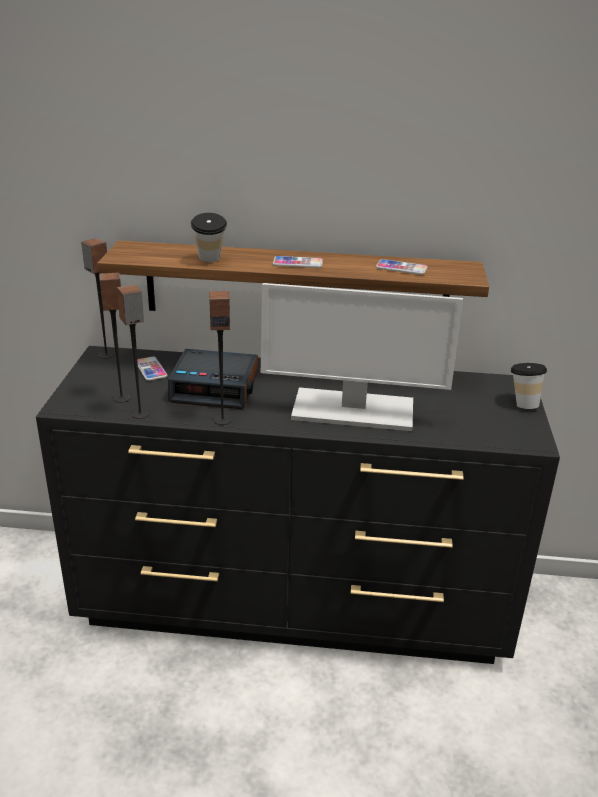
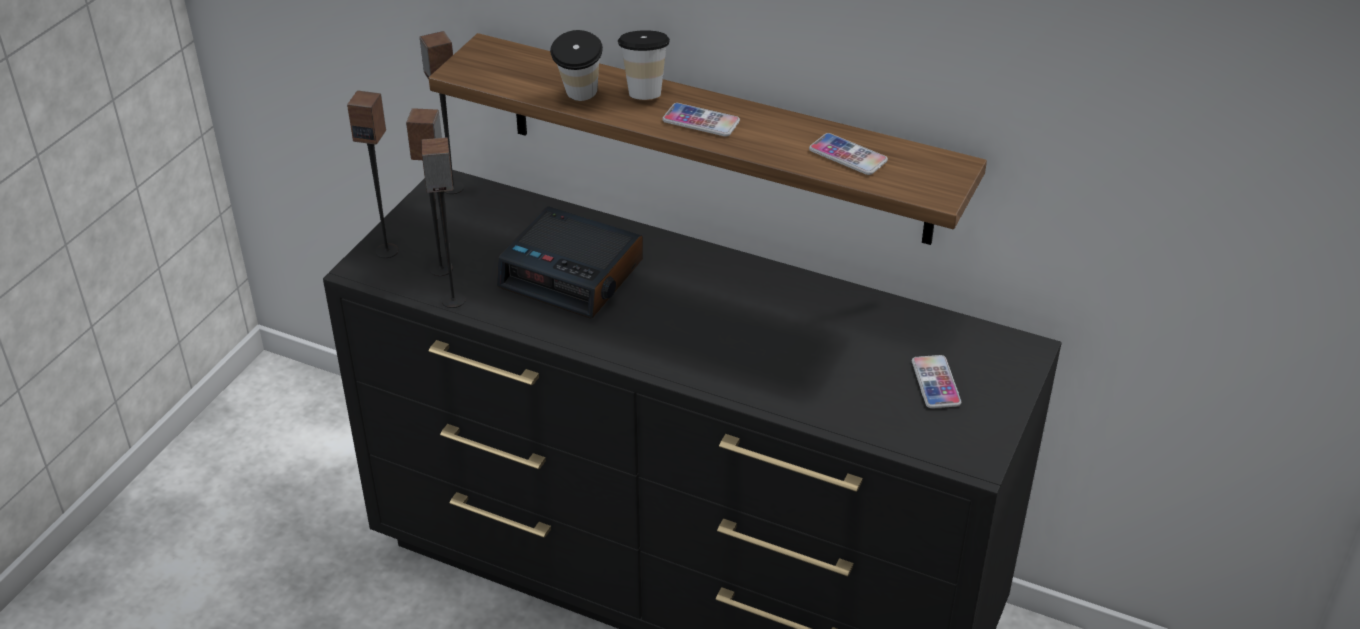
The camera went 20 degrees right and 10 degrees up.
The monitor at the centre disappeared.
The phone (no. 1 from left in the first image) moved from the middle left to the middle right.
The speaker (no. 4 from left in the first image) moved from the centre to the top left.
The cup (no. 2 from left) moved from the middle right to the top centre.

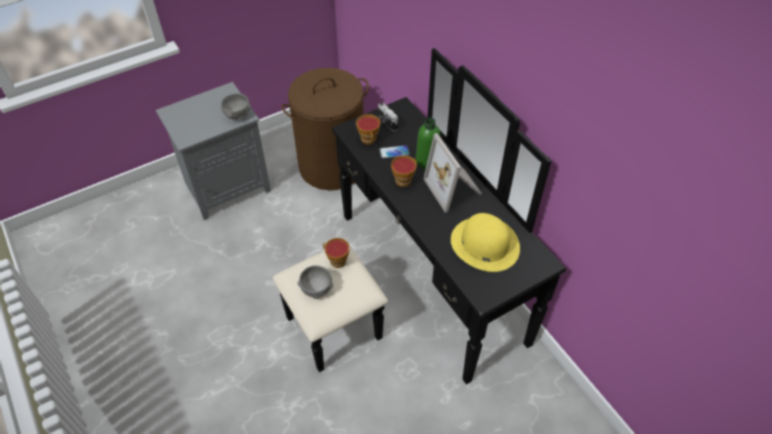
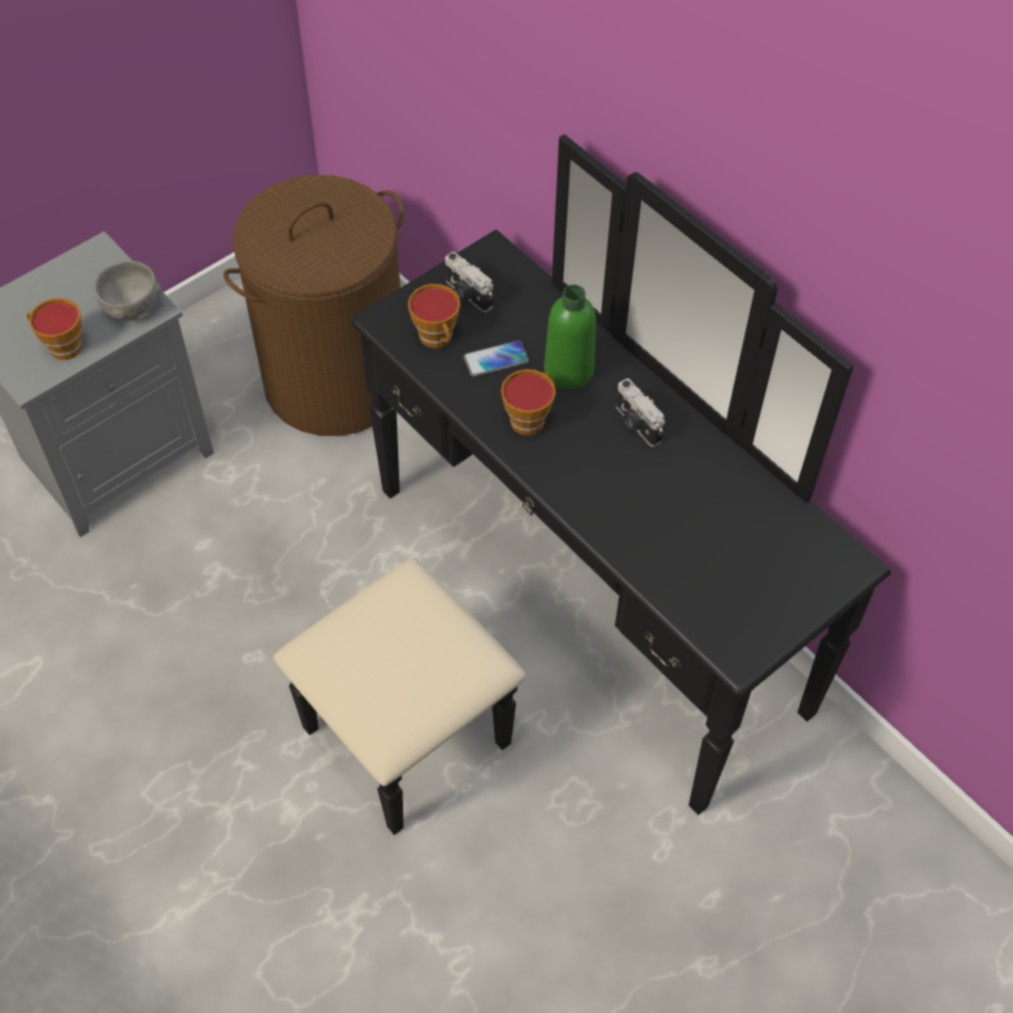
The camera went 10 degrees left and 5 degrees up.
The bowl/grey (no. 2 from left) at the centre disappeared.
The hat/yellow at the centre disappeared.
The cup (no. 1 from left) moved from the centre to the top left.
The picture frame at the centre was replaced by the photo camera (no. 2 from left) at the centre.

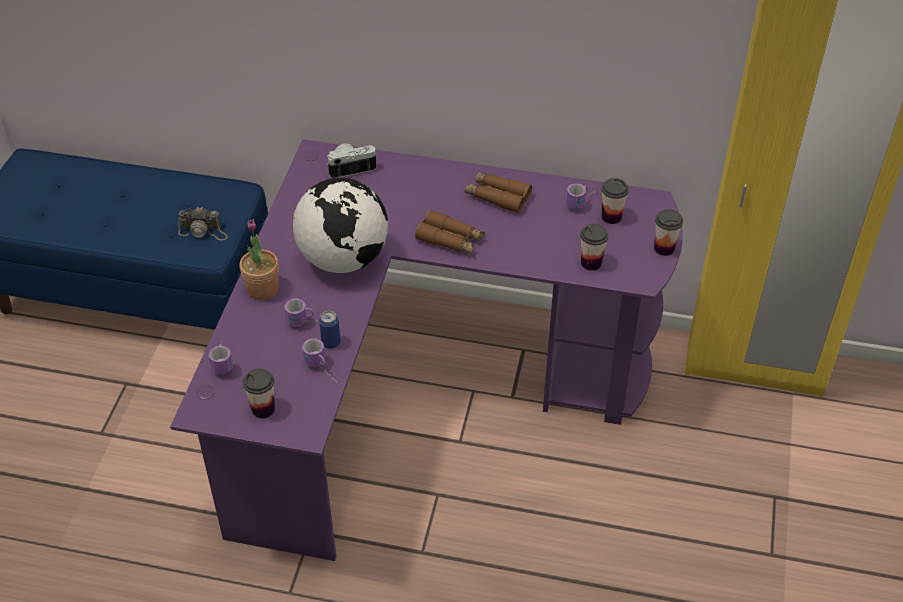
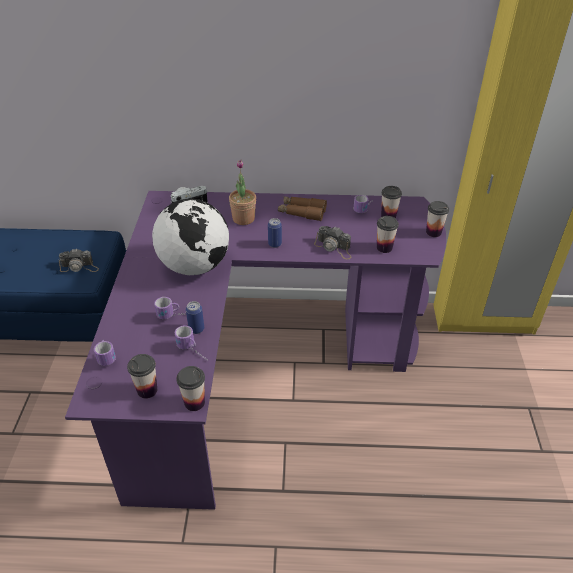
The camera went 10 degrees left and 5 degrees down.
The cup (no. 2 from left) at the bottom left appeared.
The photo camera (no. 3 from left) at the centre appeared.
The potted plant moved from the middle left to the centre.
The binoculars/brown (no. 1 from left) at the centre was replaced by the can (no. 2 from left) at the centre.

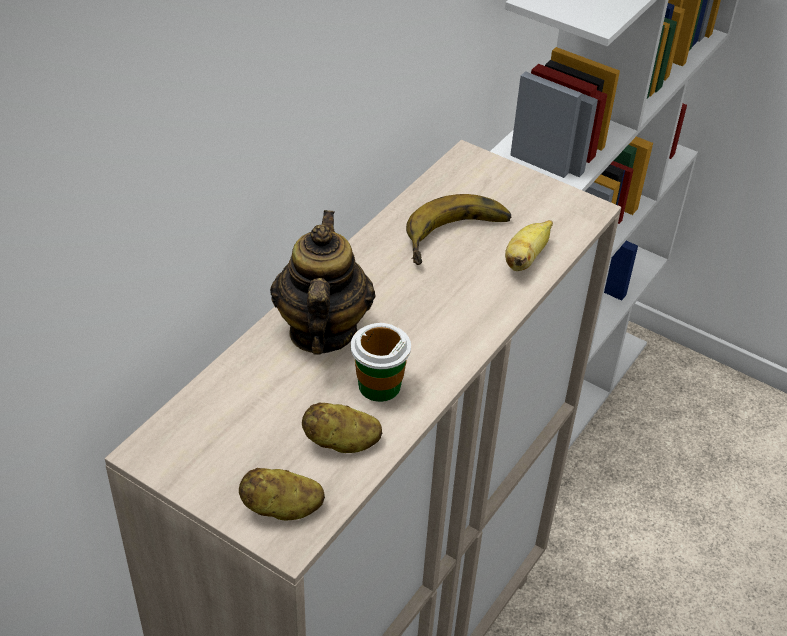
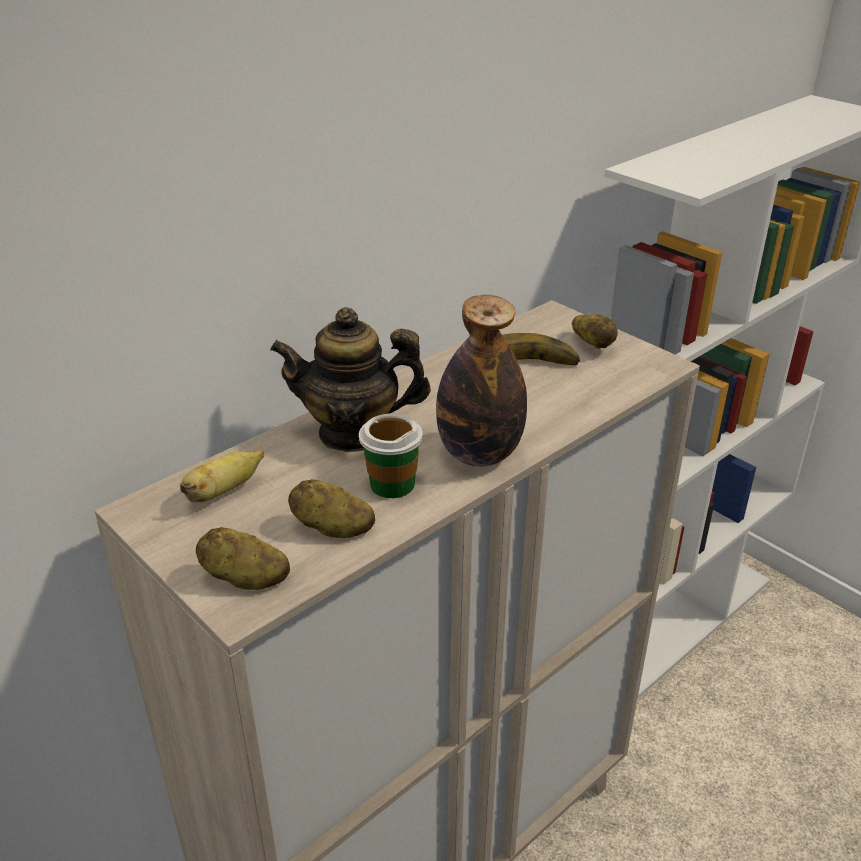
The camera went 15 degrees right and 10 degrees down.
The bottle at the centre appeared.
The potato (no. 3 from left) at the middle right appeared.
The banana (no. 2 from left in the first image) moved from the middle right to the middle left.
The teapot at the centre turned 105 degrees counterclockwise.

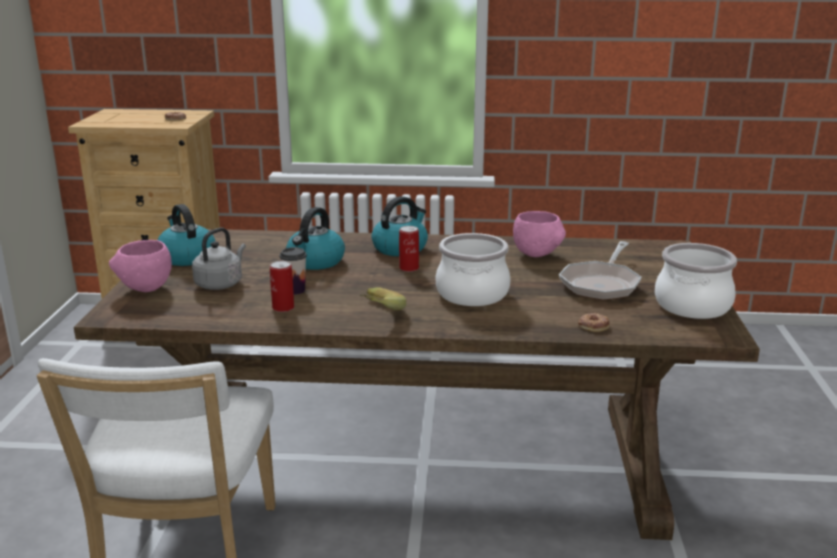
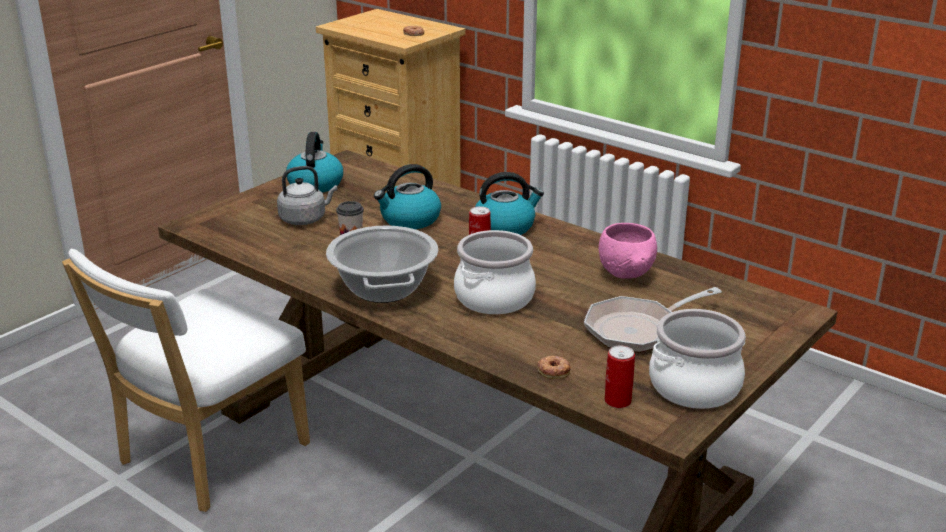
The camera went 35 degrees right and 5 degrees up.
The bowl/pink (no. 1 from left) at the middle left disappeared.
The can (no. 1 from left in the first image) moved from the centre to the bottom centre.
The banana at the centre was replaced by the cooking pot (no. 1 from left) at the centre.

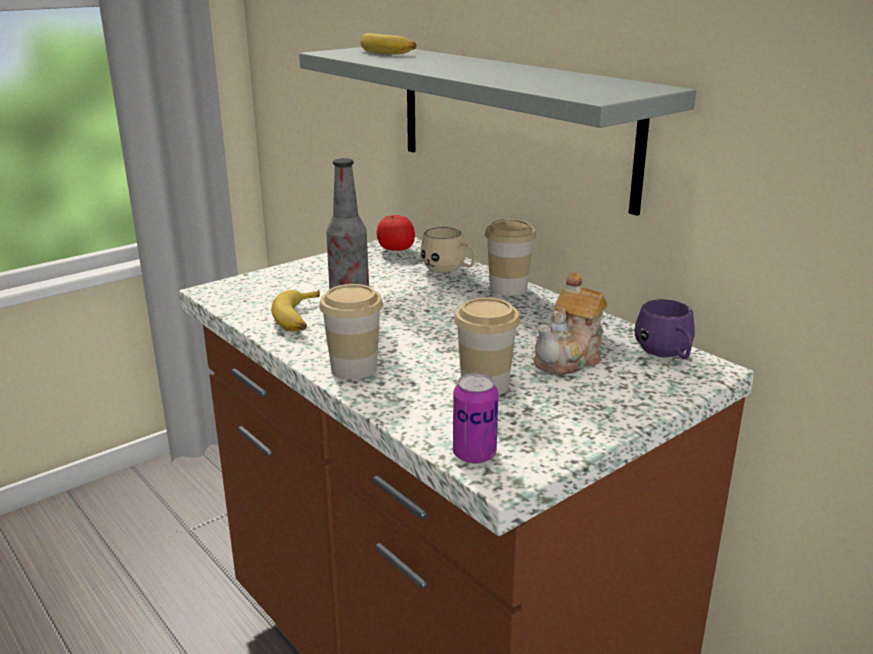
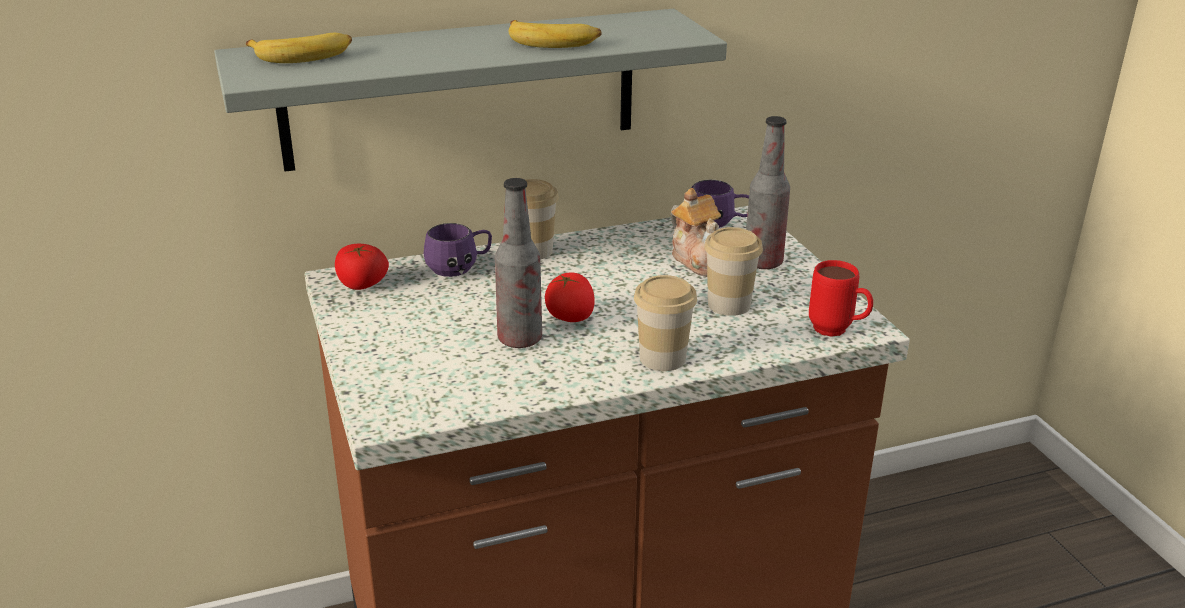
The camera went 70 degrees left and 5 degrees up.
The tomato (no. 2 from left) at the centre appeared.
The bottle (no. 2 from left) at the top centre appeared.
The banana (no. 1 from left in the first image) moved from the centre to the top centre.
The can at the centre was replaced by the mug/red at the middle right.
The mug/beige at the centre became the mug/purple (no. 1 from left) at the centre.

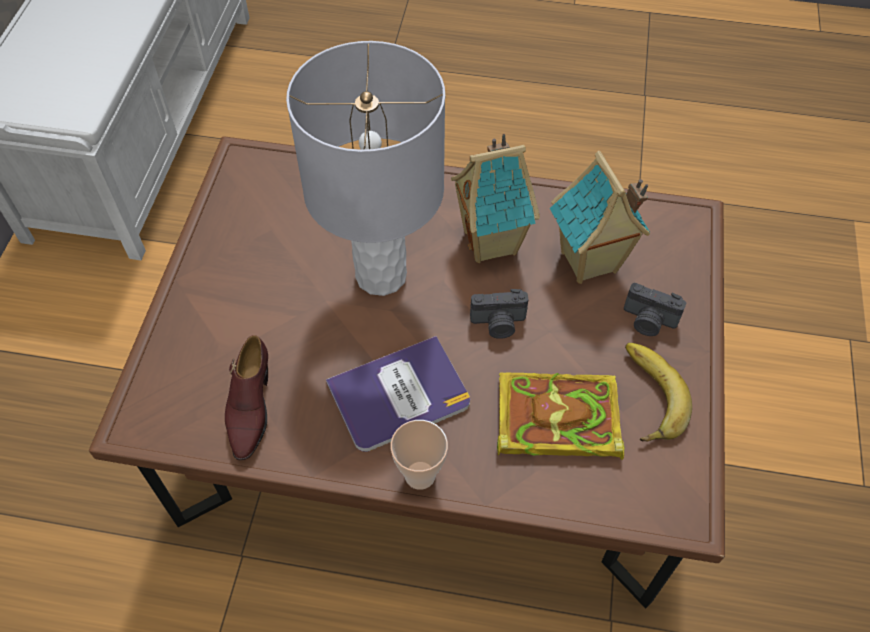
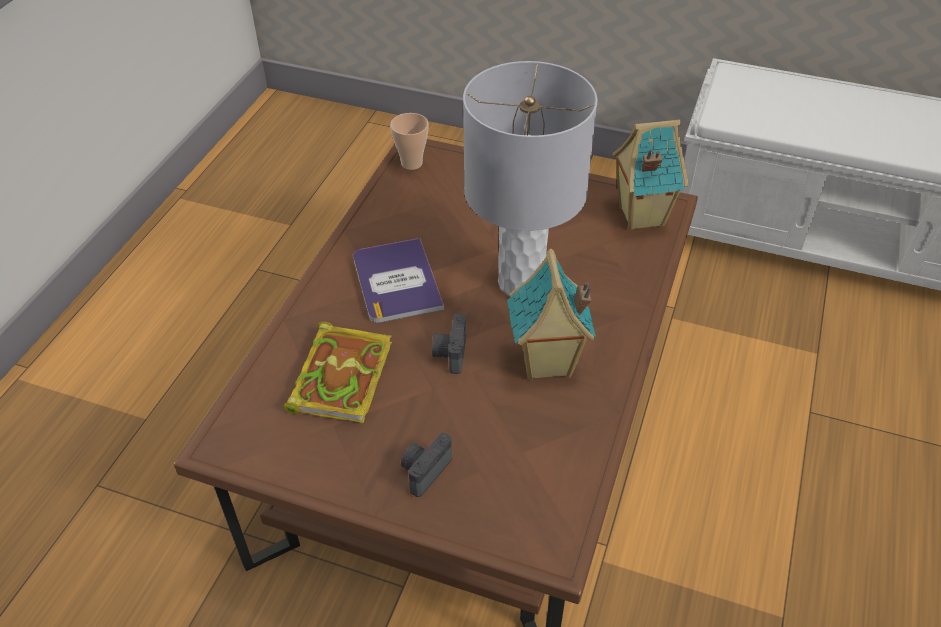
The camera went 100 degrees right and 10 degrees down.
The shoe/brown at the middle left disappeared.
The banana at the middle right disappeared.
The cup moved from the bottom centre to the top centre.
The toy house (no. 2 from left) moved from the middle right to the top right.

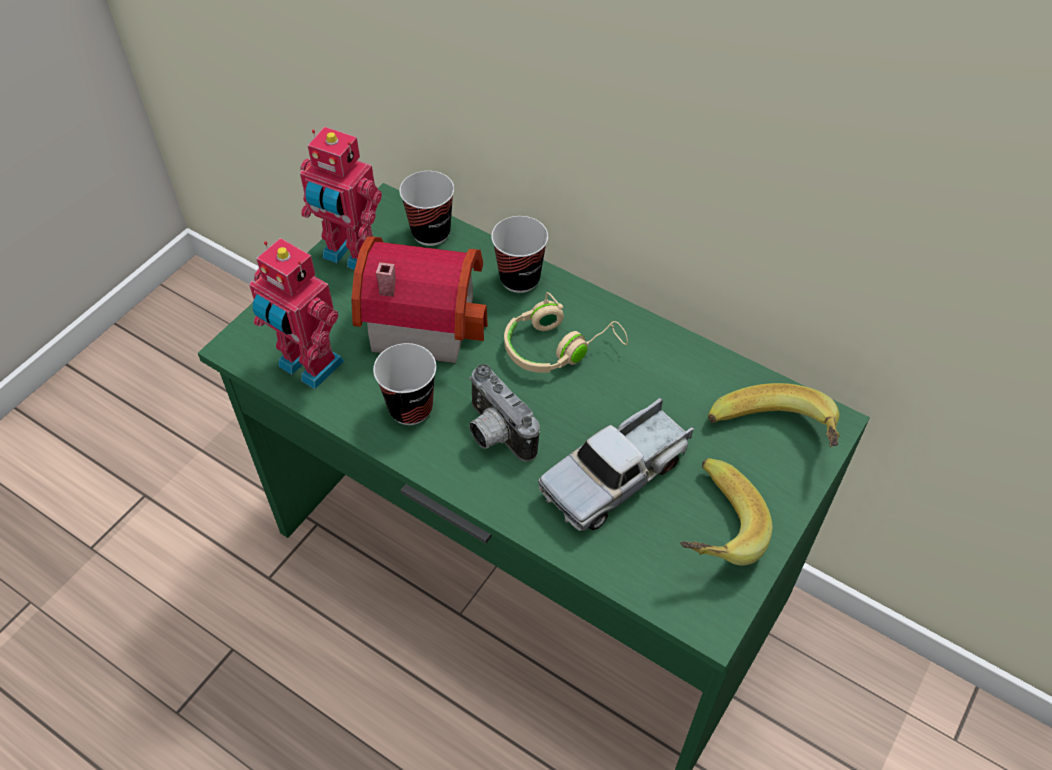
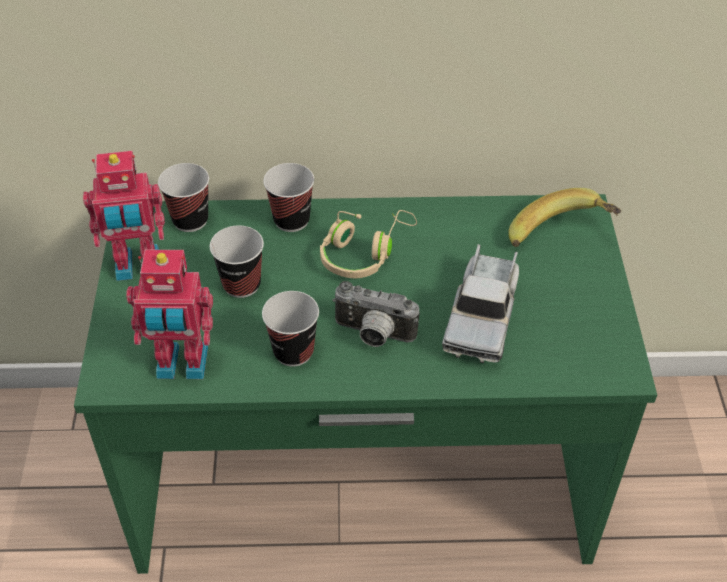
The camera went 35 degrees left and 5 degrees down.
The banana (no. 1 from left) at the middle right disappeared.
The toy house at the centre was replaced by the cup (no. 2 from left) at the middle left.

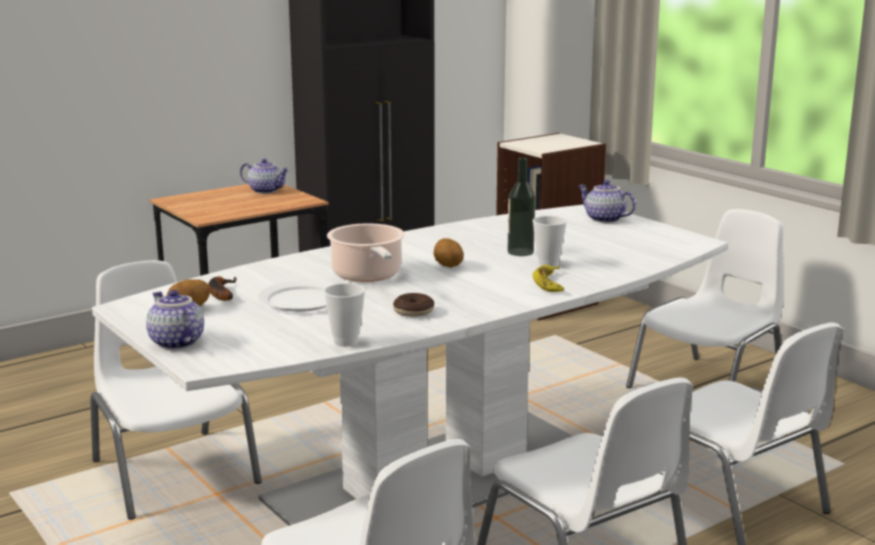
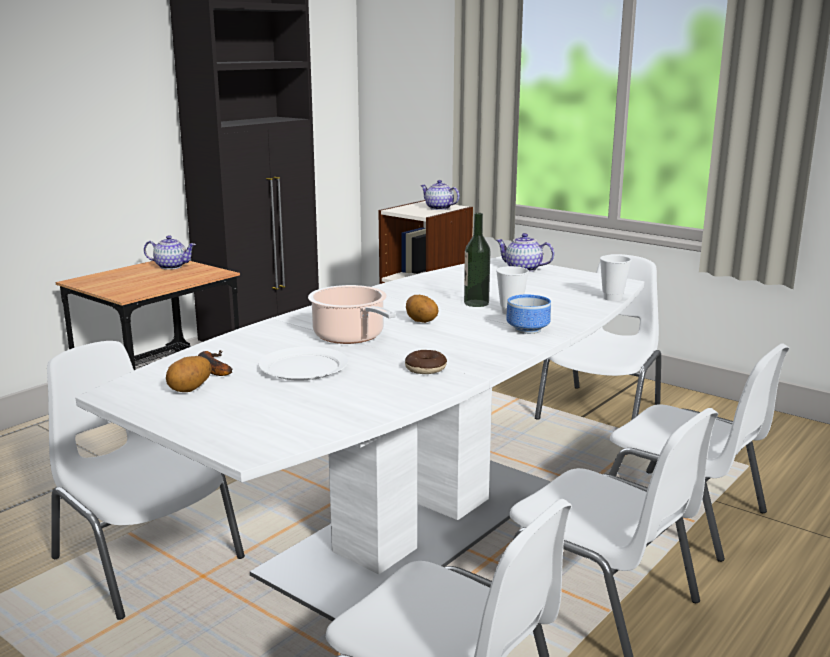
The camera went 15 degrees left and 0 degrees up.
The teapot (no. 1 from left in the first image) moved from the middle left to the top centre.
The cup (no. 1 from left in the first image) moved from the centre to the middle right.
The banana (no. 2 from left) at the centre was replaced by the bowl at the centre.

